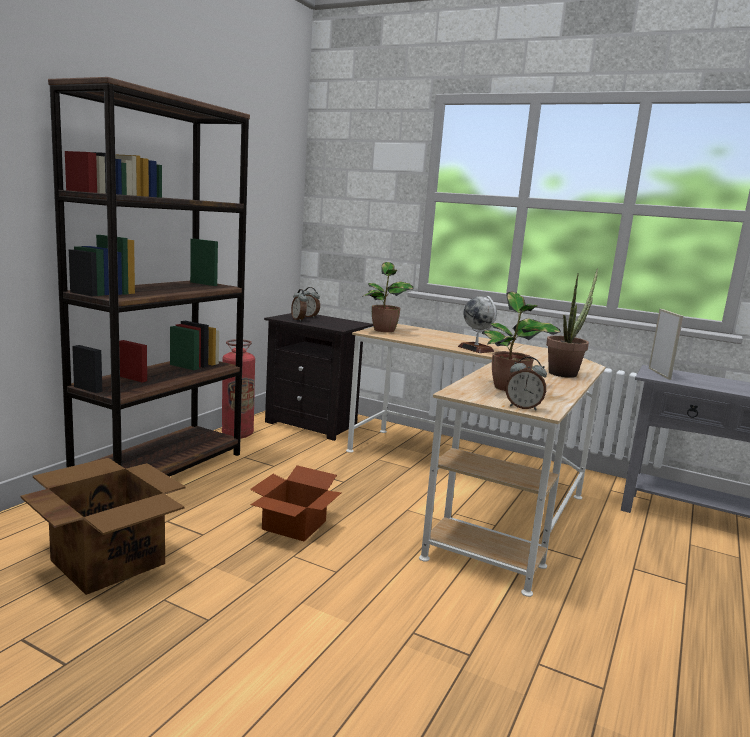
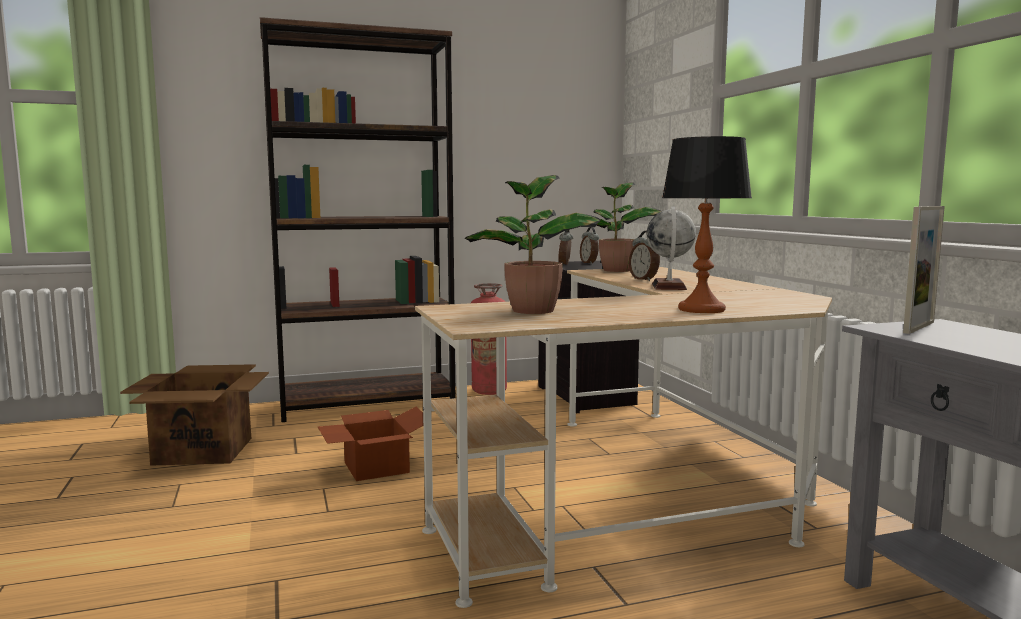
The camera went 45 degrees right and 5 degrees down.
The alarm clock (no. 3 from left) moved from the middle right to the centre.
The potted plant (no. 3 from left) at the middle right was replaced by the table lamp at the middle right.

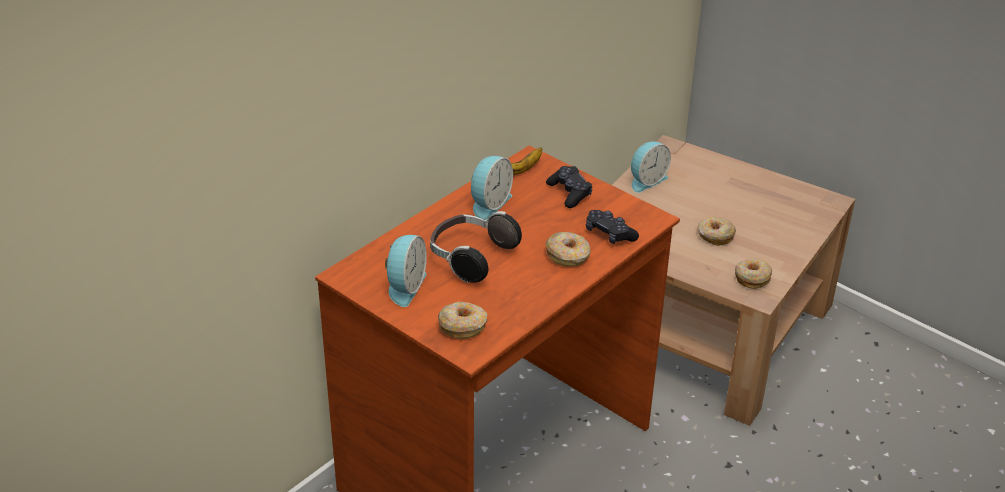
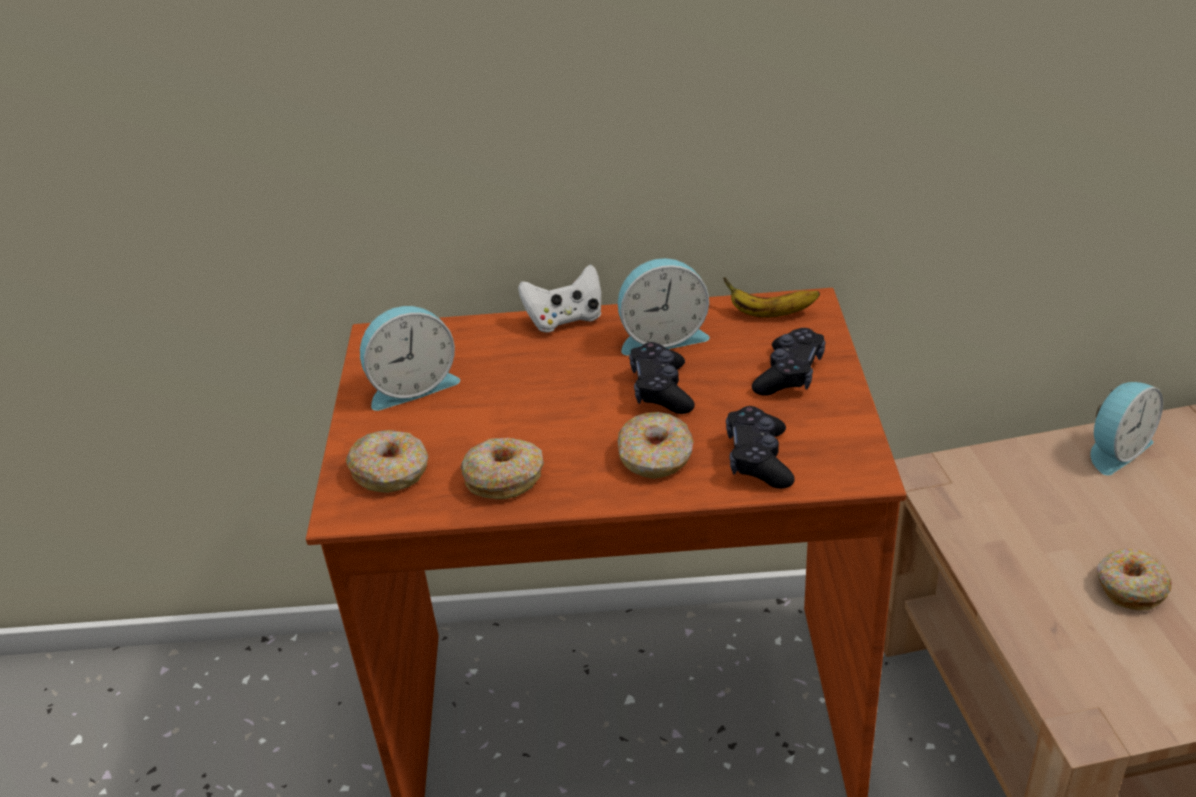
The camera went 50 degrees right and 0 degrees up.
The headphones at the centre disappeared.
The game controller/white at the centre appeared.
The game controller/black (no. 1 from left) at the centre appeared.
The donut (no. 4 from left in the first image) moved from the middle right to the centre.
The alarm clock (no. 3 from left) at the centre turned 45 degrees counterclockwise.

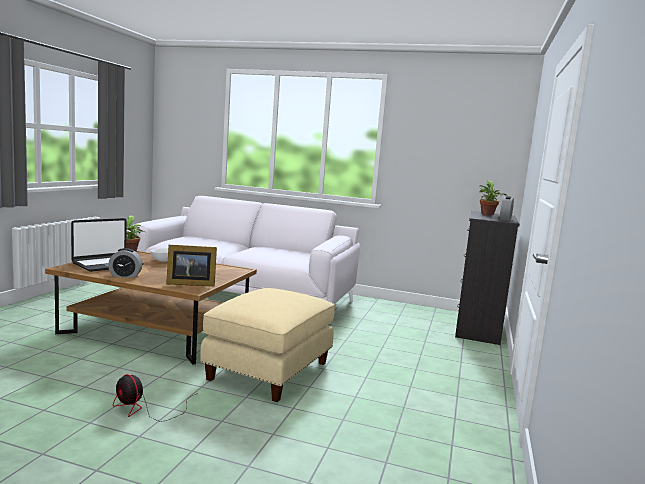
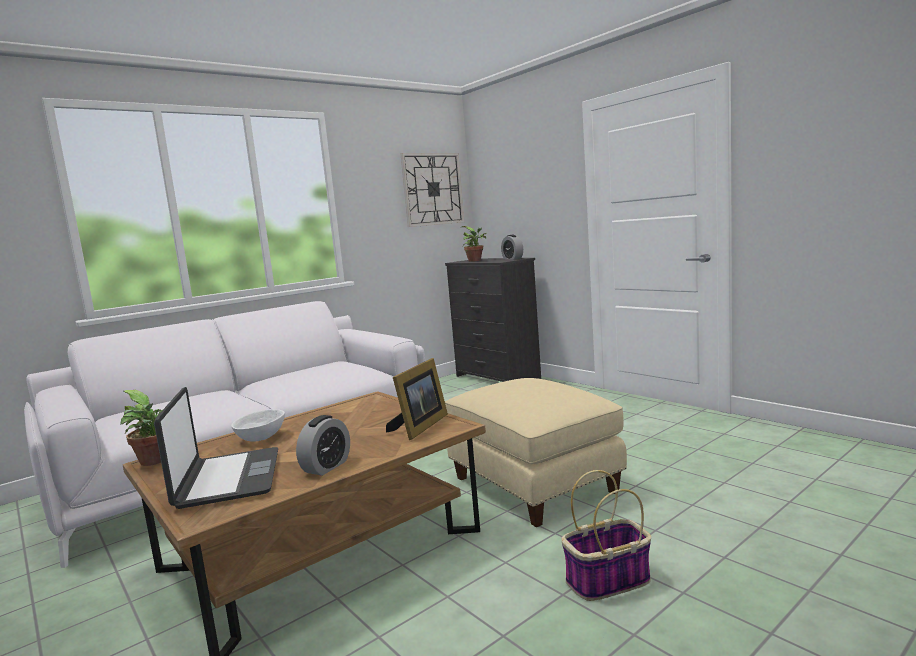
The camera went 55 degrees left and 0 degrees up.
The wall clock at the top centre appeared.
The fan at the bottom left was replaced by the basket at the bottom centre.

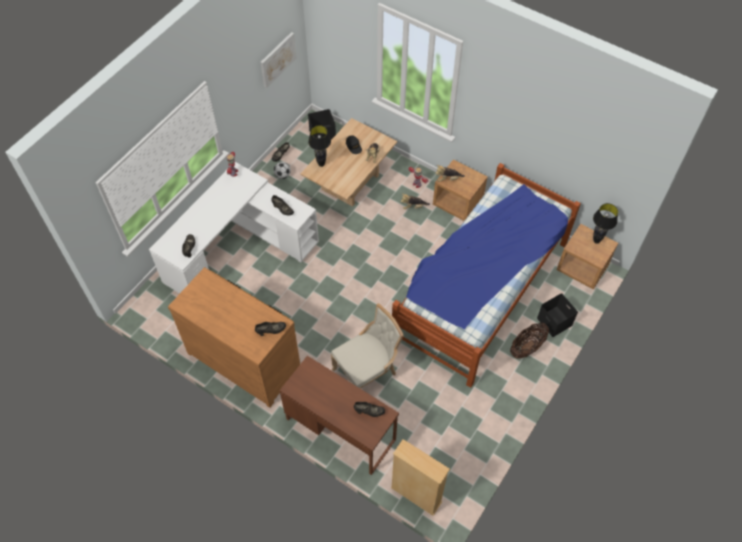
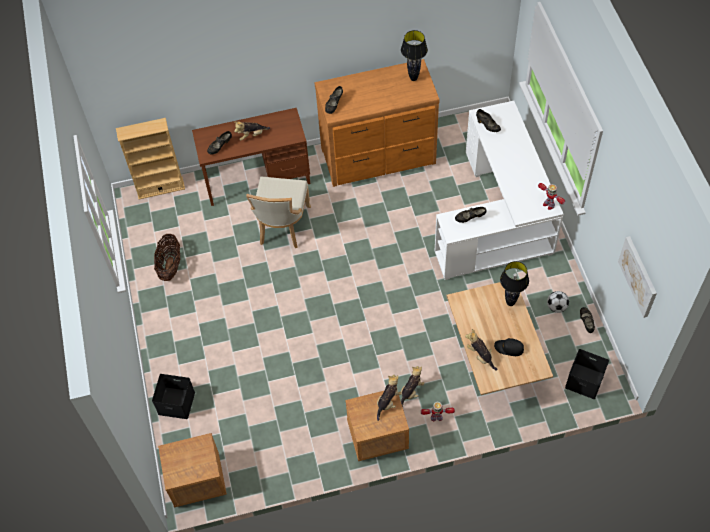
The camera went 135 degrees right and 0 degrees up.
The bed at the centre disappeared.
The plush toy (no. 1 from left) at the top centre appeared.
The basket moved from the middle right to the middle left.
The table lamp/black (no. 2 from left in the first image) moved from the middle right to the top centre.

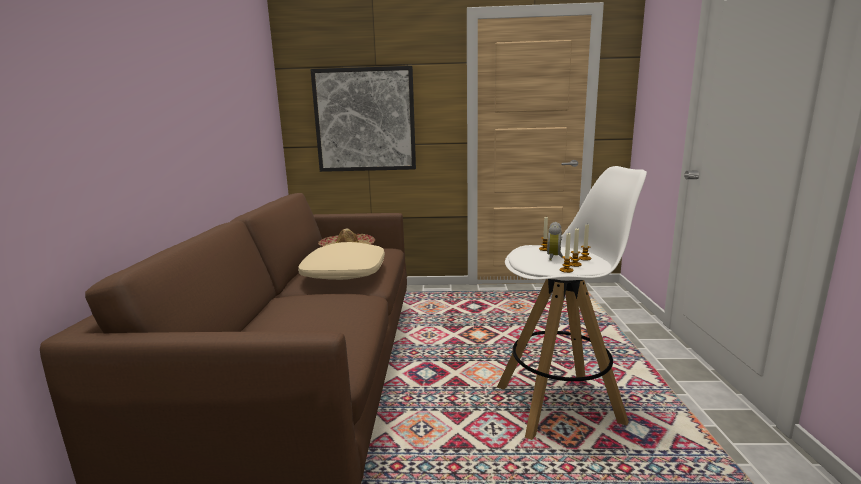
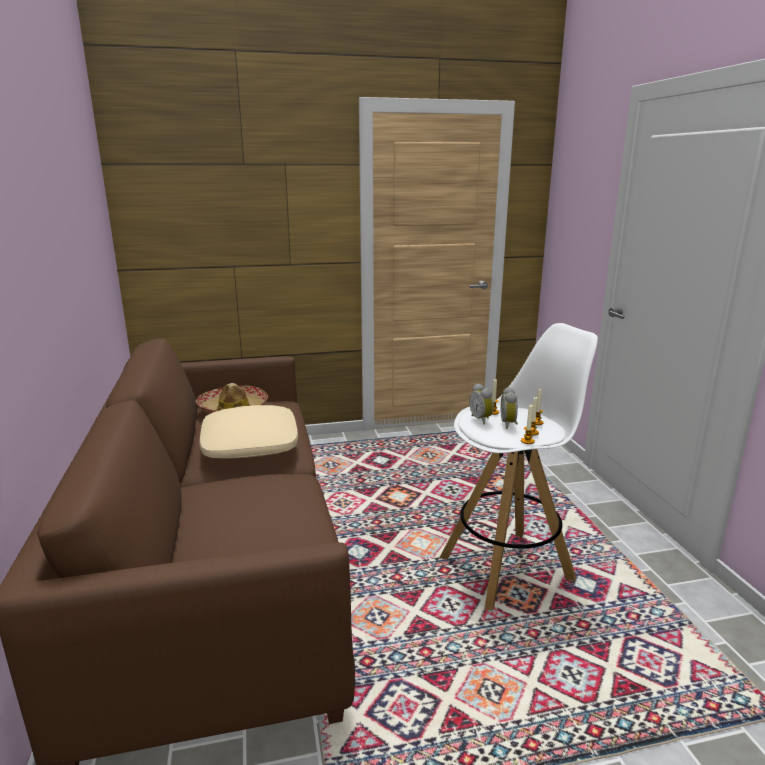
The camera went 15 degrees left and 5 degrees up.
The picture at the top centre disappeared.
The alarm clock (no. 1 from left) at the centre appeared.

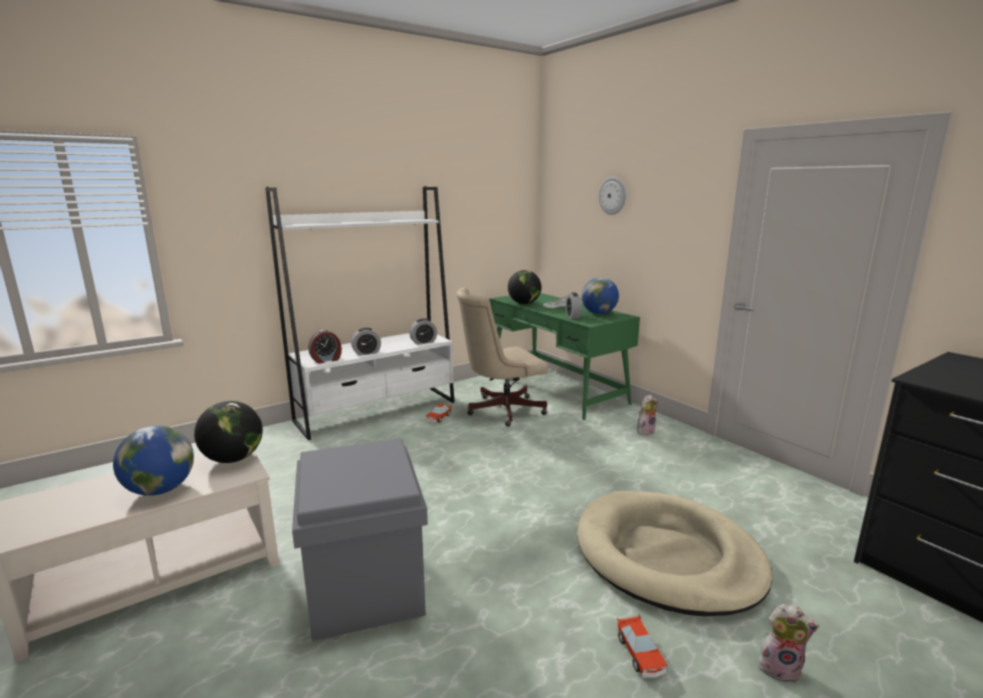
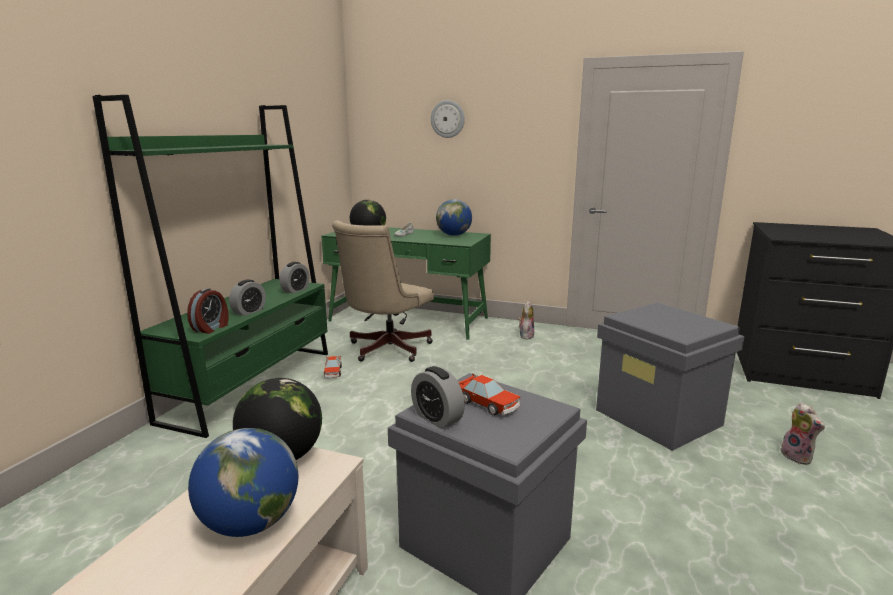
The camera went 35 degrees left and 0 degrees up.
The alarm clock (no. 4 from left) moved from the centre to the bottom centre.
The toy car (no. 2 from left) moved from the bottom centre to the centre.
The dog bed/beige at the bottom right was replaced by the storage box/grey (no. 2 from left) at the middle right.
The bookcase/white at the centre became the bookcase/green at the middle left.
The plush toy (no. 2 from left) at the bottom right turned 90 degrees clockwise.

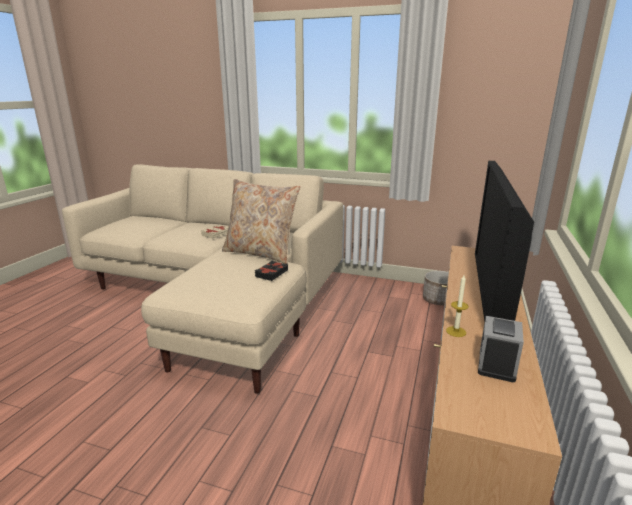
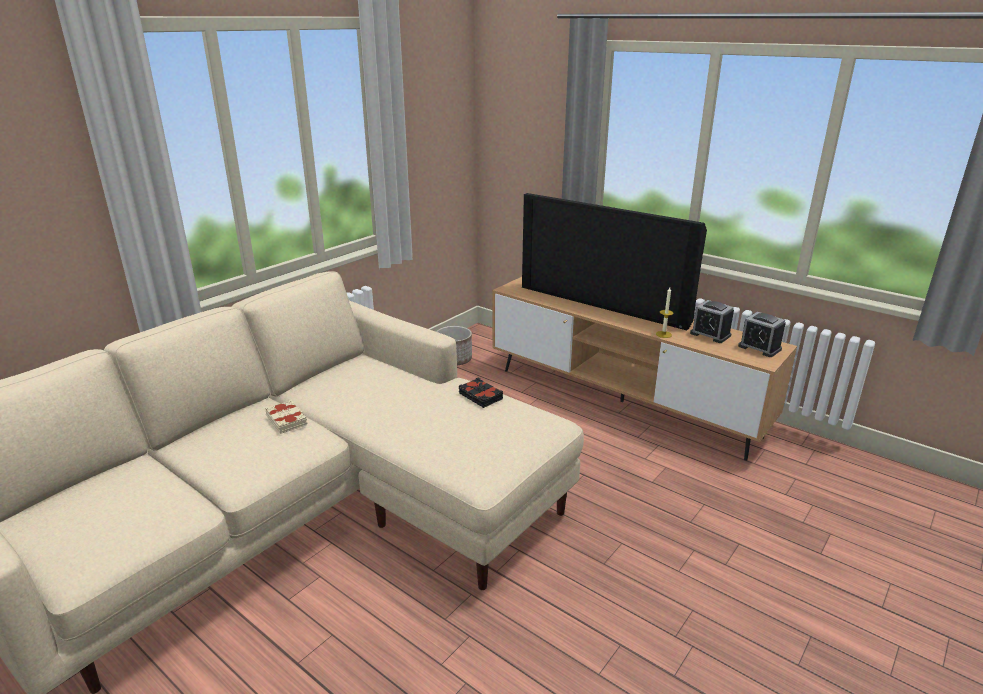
The camera went 70 degrees left and 5 degrees up.
The pillow/beige at the centre disappeared.
The alarm clock (no. 2 from left) at the middle right appeared.

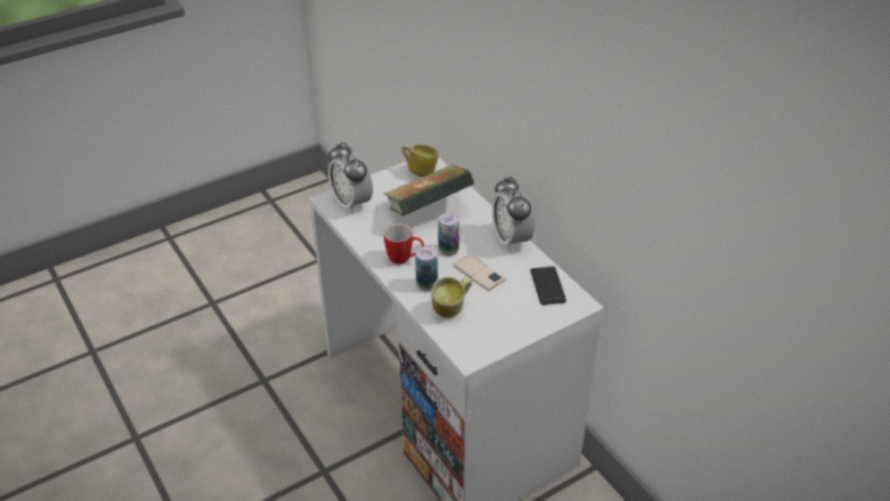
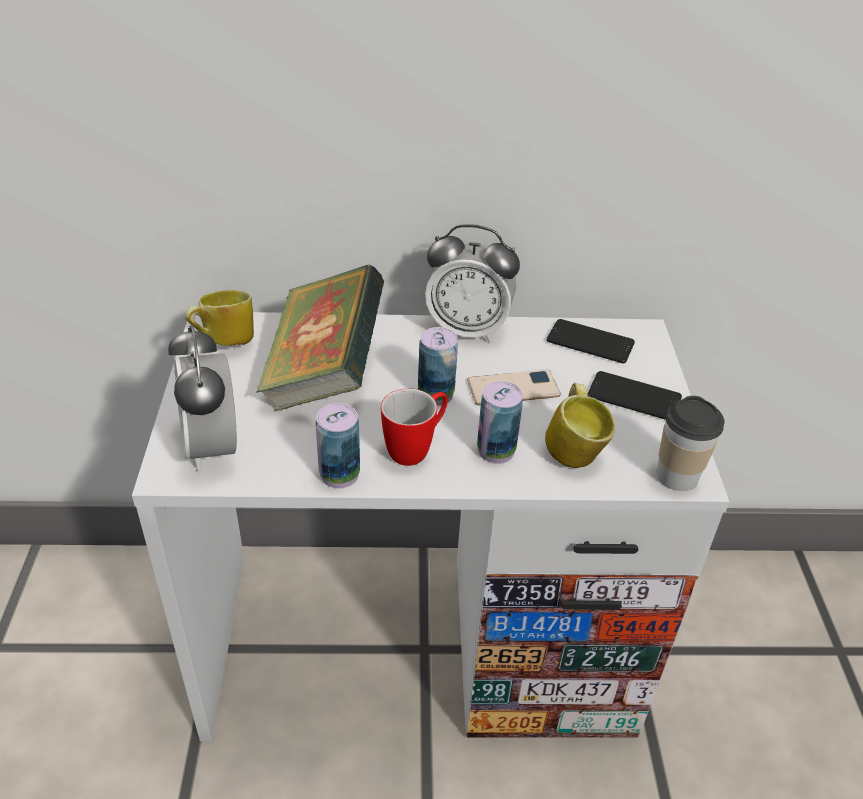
The camera went 60 degrees left and 0 degrees up.
The can (no. 1 from left) at the centre appeared.
The phone (no. 3 from left) at the middle right appeared.
The cup at the middle right appeared.
The alarm clock (no. 1 from left) at the centre turned 75 degrees clockwise.

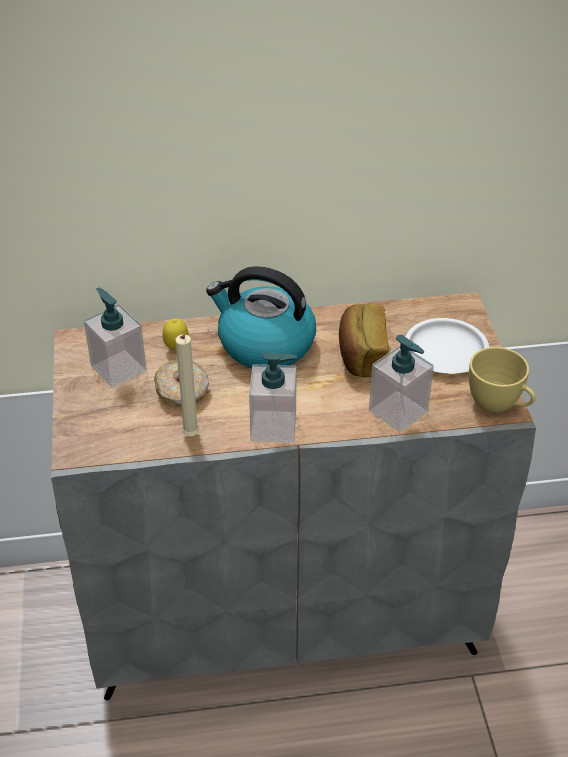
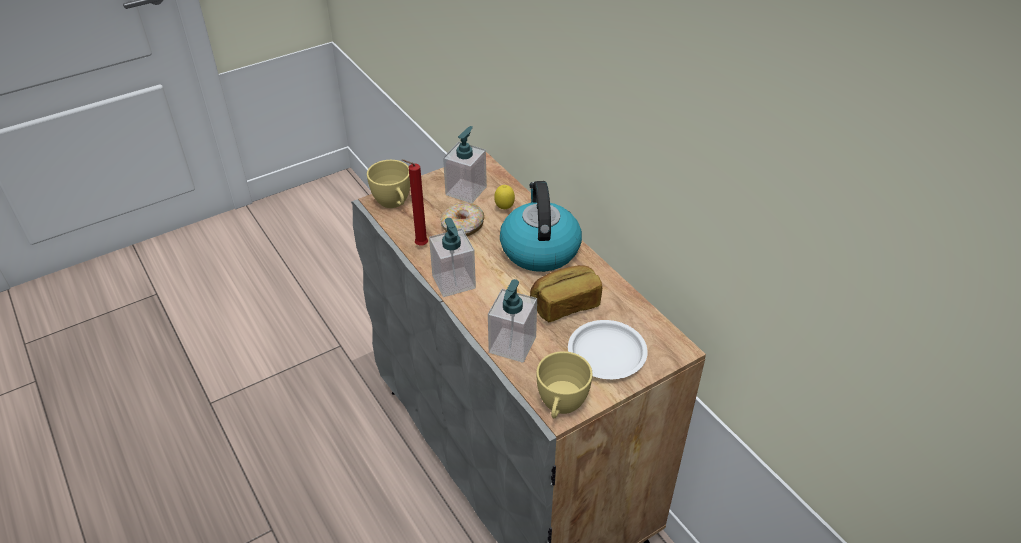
The camera went 65 degrees right and 0 degrees up.
The cup/yellow (no. 1 from left) at the centre appeared.
The candle/beige at the middle left became the candle/red at the centre.

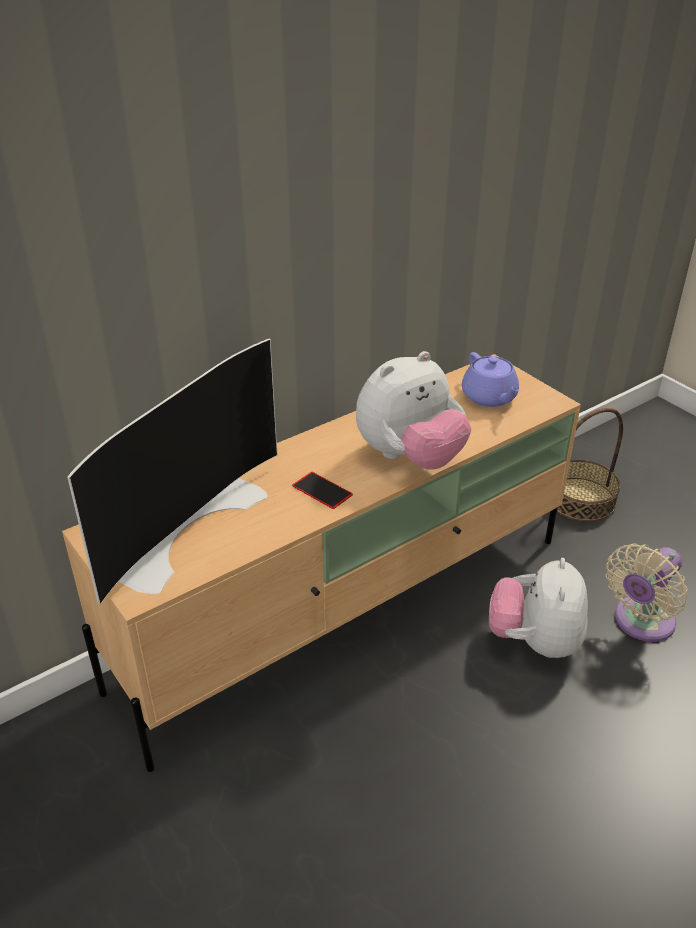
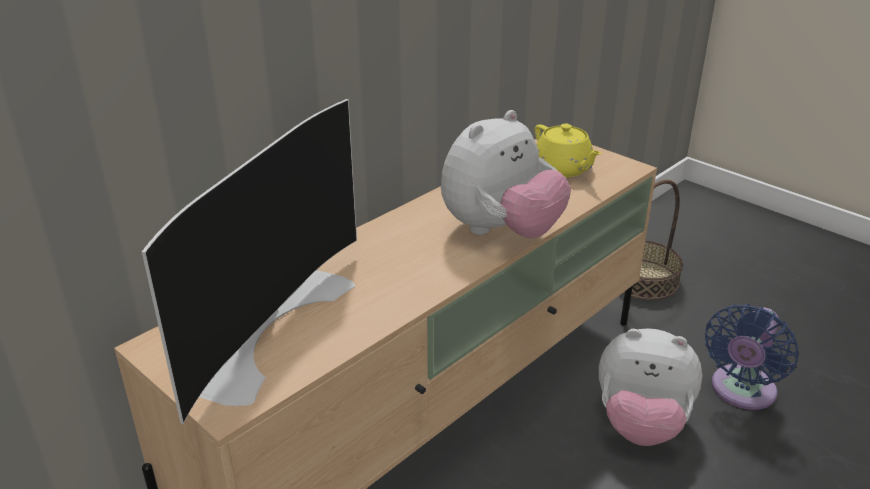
The camera went 10 degrees left and 5 degrees down.
The phone at the centre disappeared.
The teapot/purple at the middle right became the teapot/yellow at the top centre.
The fan/beige at the middle right became the fan/blue at the bottom right.
The plush toy (no. 2 from left) at the middle right turned 75 degrees counterclockwise.

